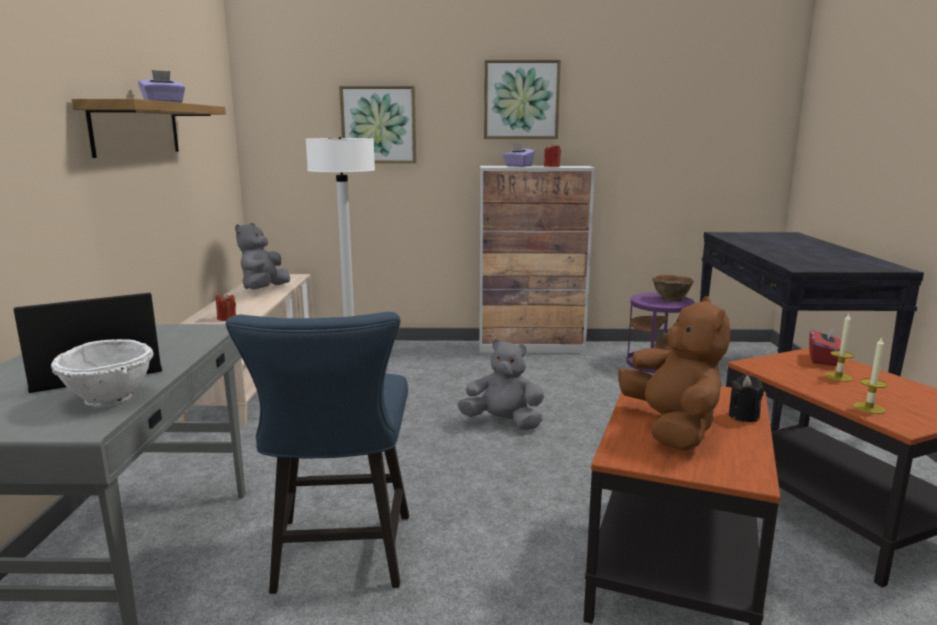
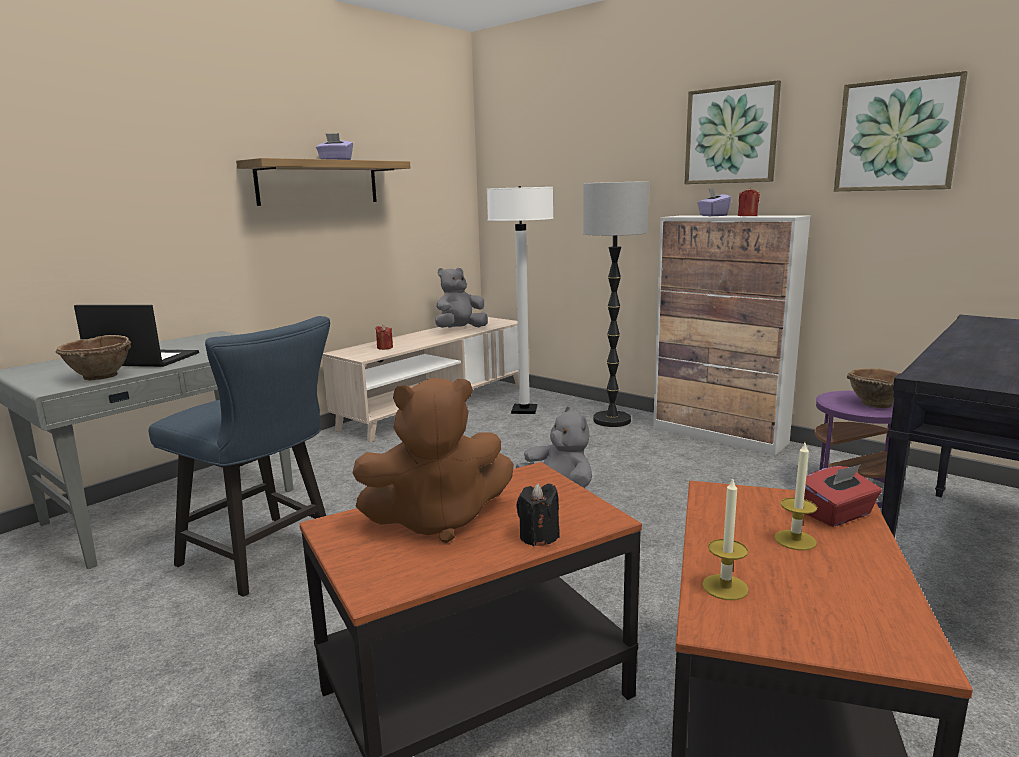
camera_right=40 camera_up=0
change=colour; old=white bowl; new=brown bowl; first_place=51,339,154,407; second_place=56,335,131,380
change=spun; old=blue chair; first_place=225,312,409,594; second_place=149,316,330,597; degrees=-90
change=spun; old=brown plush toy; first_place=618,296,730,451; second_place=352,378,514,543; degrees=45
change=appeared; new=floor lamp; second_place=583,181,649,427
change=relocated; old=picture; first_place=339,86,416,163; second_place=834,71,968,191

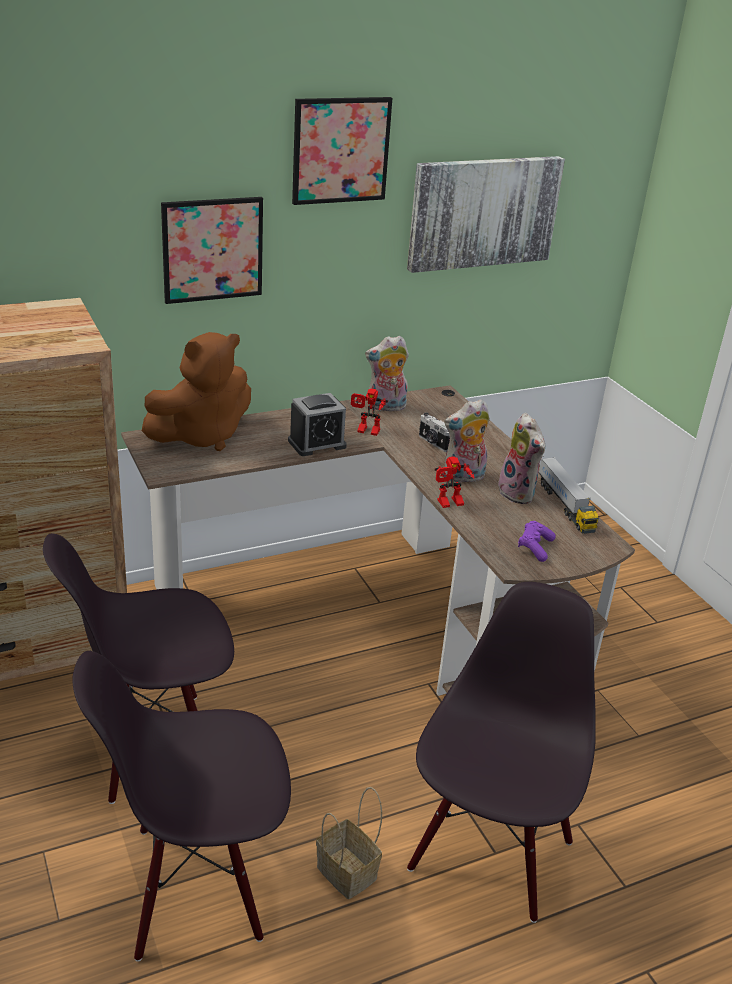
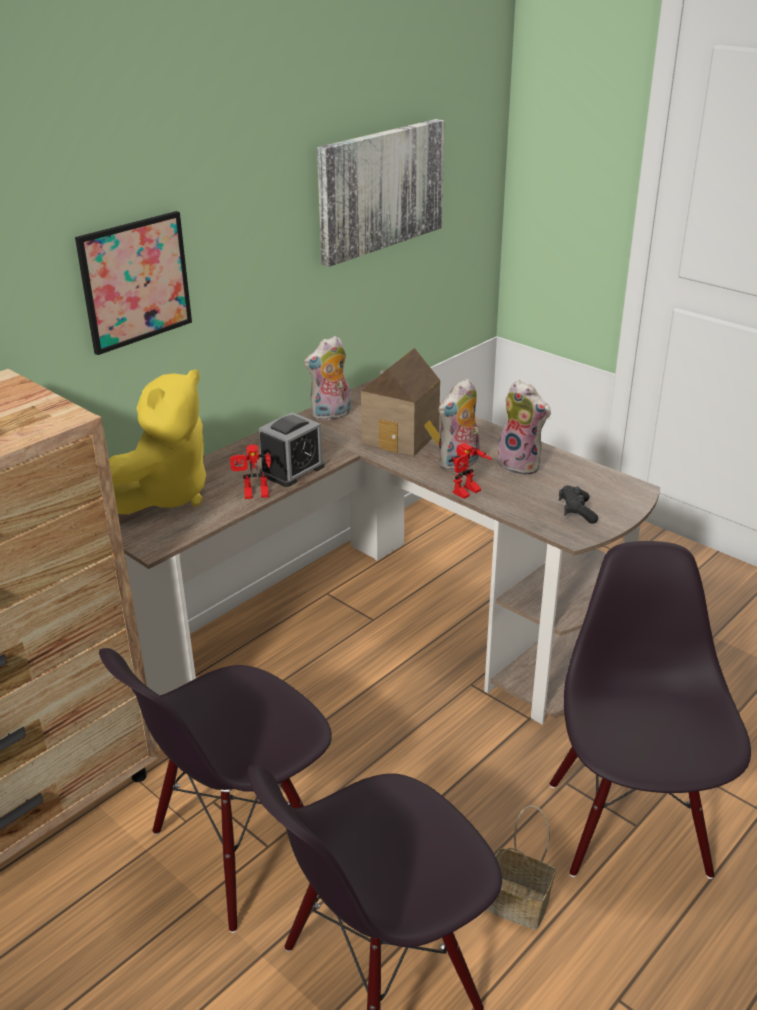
camera_right=-20 camera_up=0
change=colour; old=brown plush toy; new=yellow plush toy; first_place=142,332,251,451; second_place=109,369,206,514
change=relocated; old=toy robot; first_place=351,389,388,436; second_place=230,445,273,499
change=exchanged; old=photo camera; new=toy house; first_place=419,413,450,452; second_place=361,348,440,456
change=colour; old=purple game controller; new=black game controller; first_place=518,521,556,562; second_place=559,485,598,524
change=missing; old=picture; first_place=292,97,392,205
change=missing; old=toy truck; first_place=538,457,599,534

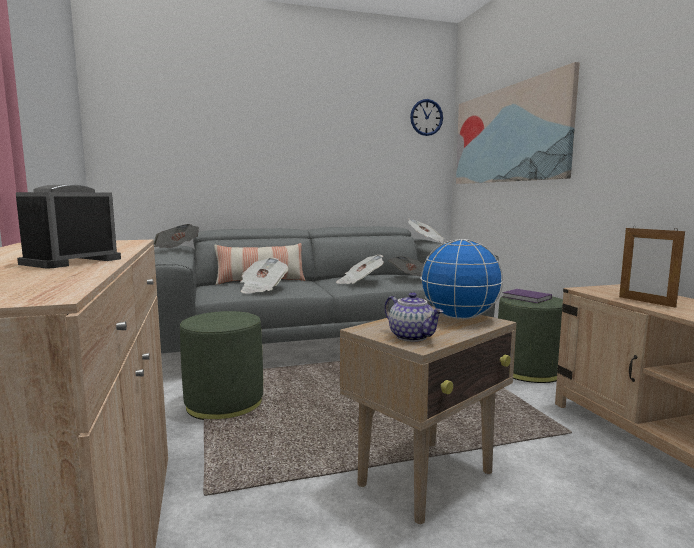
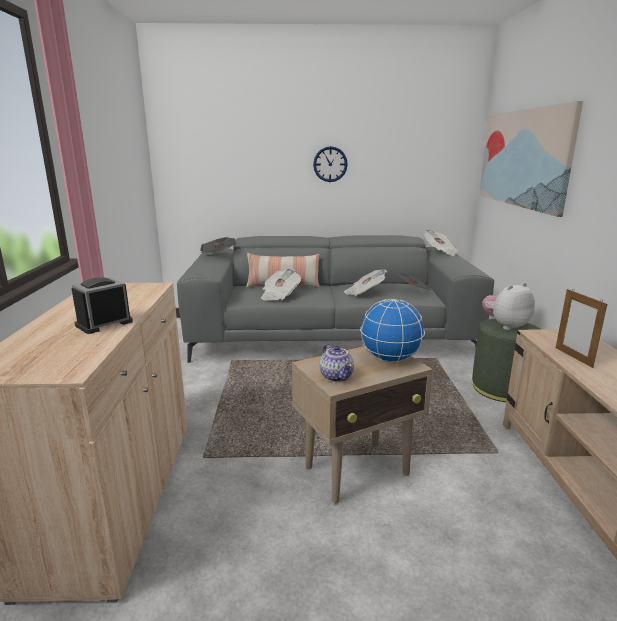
camera_right=15 camera_up=10
change=relocated; old=wall clock; first_place=410,99,443,136; second_place=313,146,348,182
change=exchanged; old=purple book; new=plush toy; first_place=502,289,552,303; second_place=482,283,535,330
change=missing; old=green ottoman; first_place=180,311,263,420

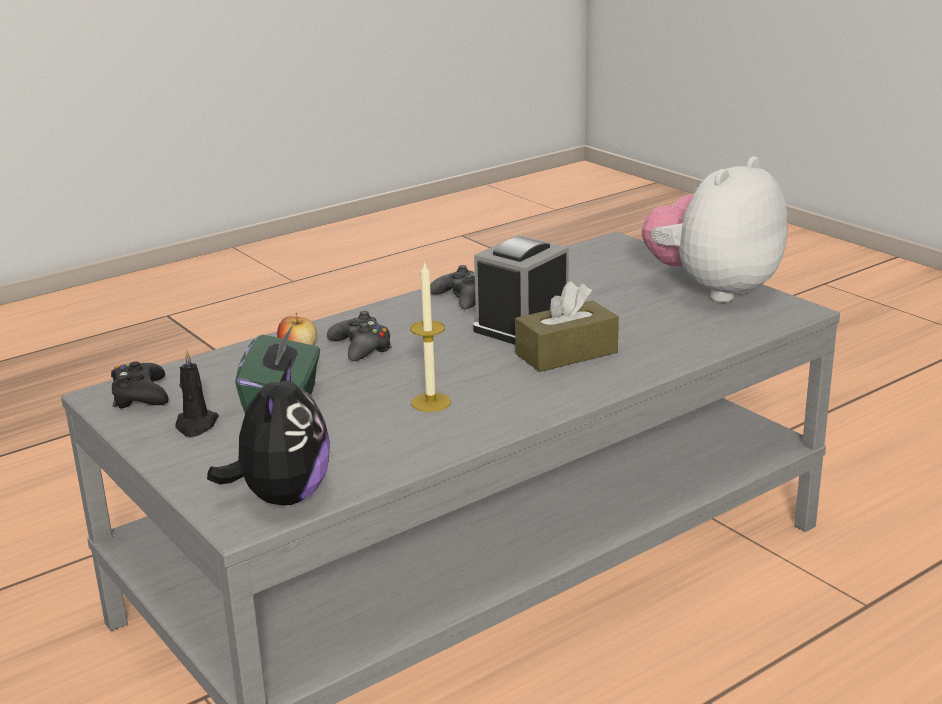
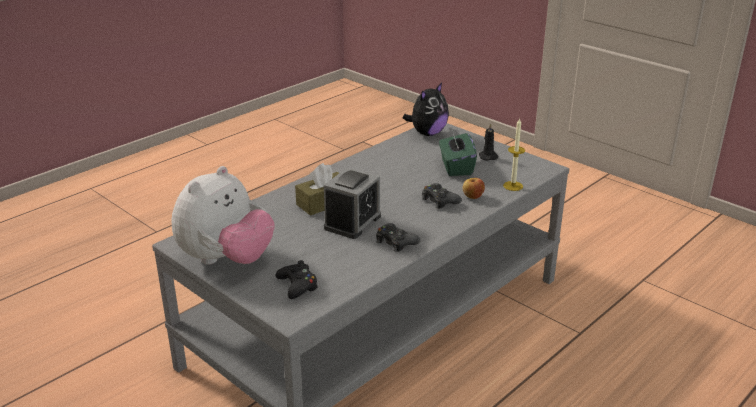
camera_right=170 camera_up=5
change=relocated; old=black game controller; first_place=111,361,169,408; second_place=276,260,318,299
change=spun; old=plush toy; first_place=207,359,330,505; second_place=403,83,449,136; degrees=-135
change=relocated; old=candle; first_place=410,261,451,412; second_place=503,118,525,191

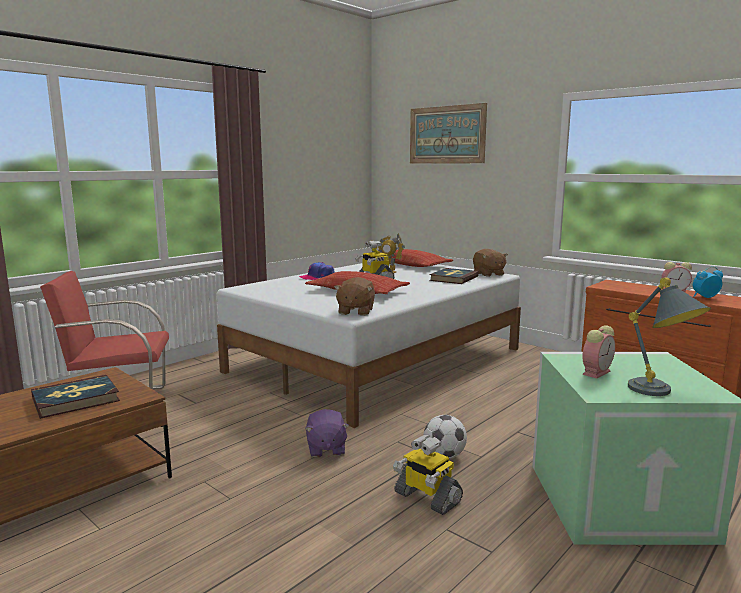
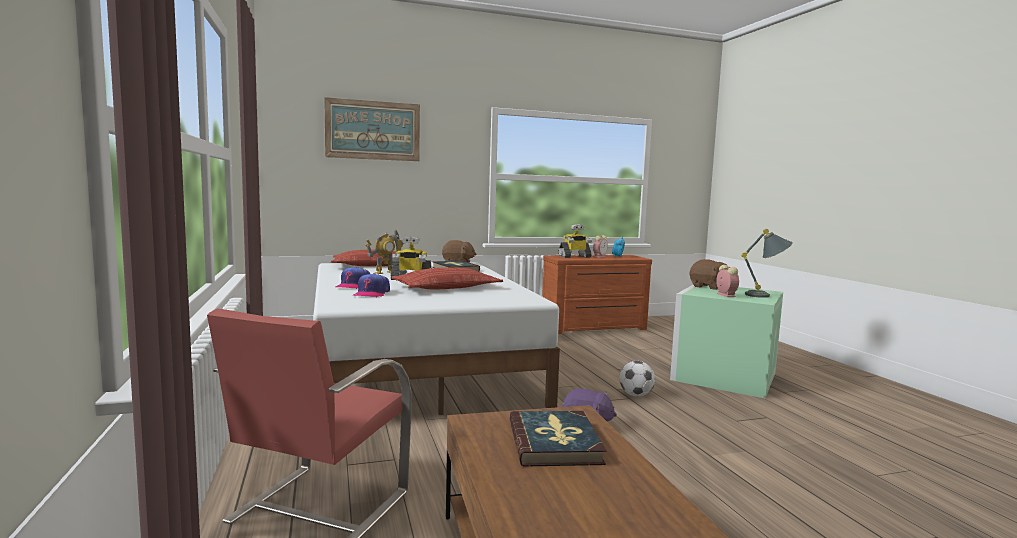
camera_right=-60 camera_up=-5
change=appeared; new=cap; second_place=353,273,390,297
change=relocated; old=toy robot; first_place=393,435,463,515; second_place=558,224,592,258
change=relocated; old=brown plush toy; first_place=334,277,375,316; second_place=689,259,727,290

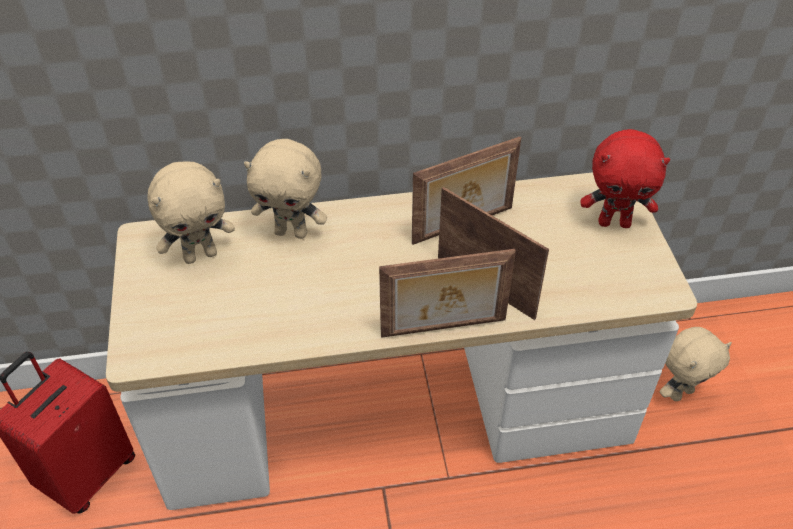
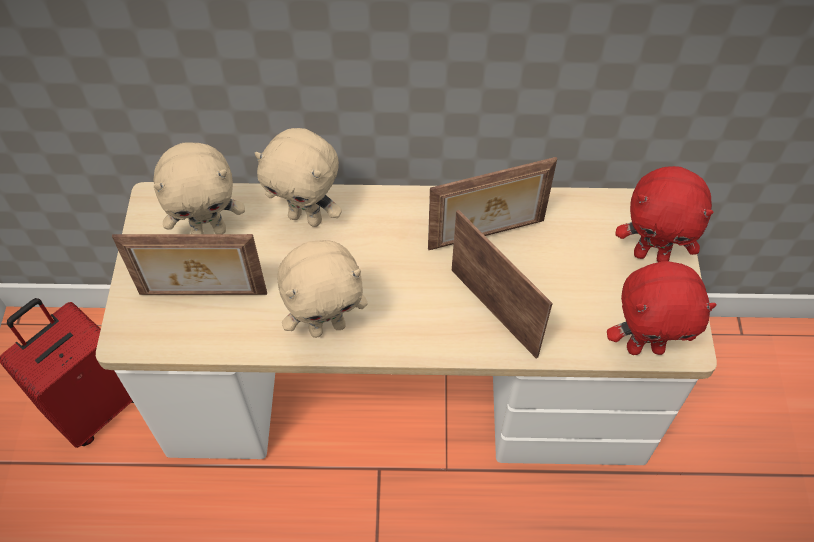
camera_right=10 camera_up=10
change=relocated; old=picture frame; first_place=379,249,516,338; second_place=112,234,267,295
change=relocated; old=beige plush toy; first_place=660,327,732,401; second_place=277,240,368,338
change=appeared; new=red plush toy; second_place=607,261,717,355

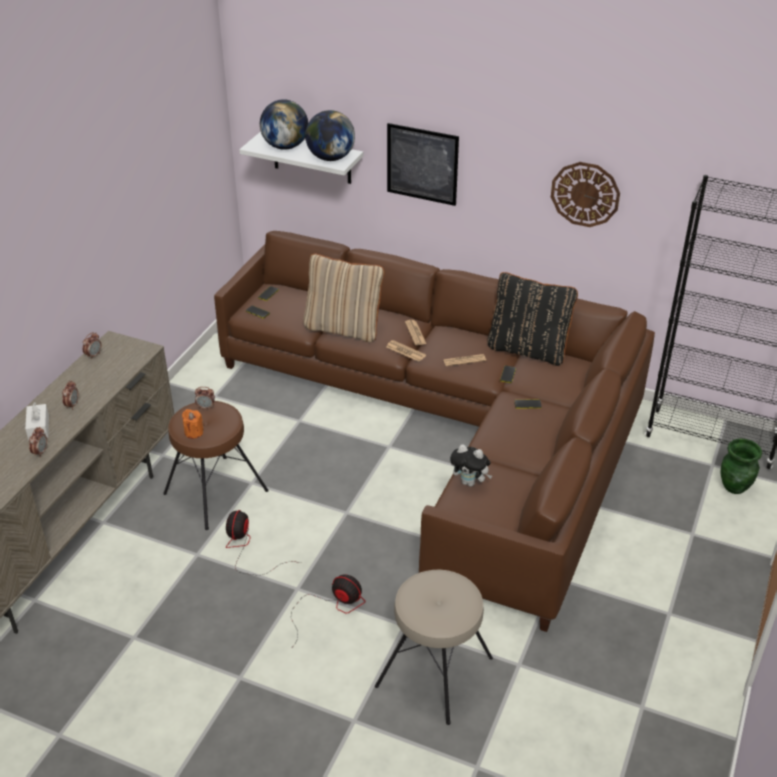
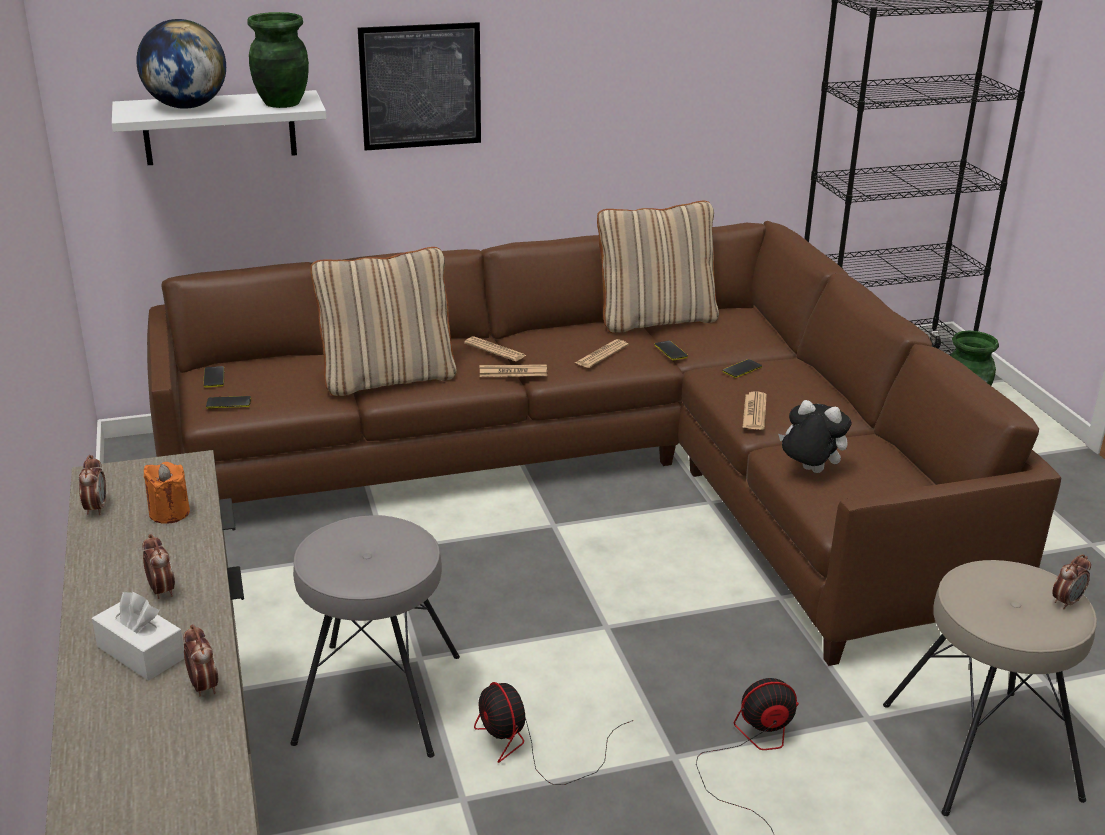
camera_right=-40 camera_up=-10
change=relocated; old=orange candle; first_place=182,409,203,439; second_place=144,462,190,524
change=exchanged; old=globe; new=green vase; first_place=305,110,355,161; second_place=248,12,309,108
change=colour; old=brown stool; new=grey stool; first_place=163,401,269,530; second_place=290,515,460,758
change=colour; old=black pillow; new=beige pillow; first_place=488,272,578,366; second_place=597,201,719,333
change=appeared; new=newspaper; second_place=743,392,767,430
change=spun; old=plush toy; first_place=450,444,492,487; second_place=778,400,851,473; degrees=-135
change=relocated; old=alarm clock; first_place=195,387,215,409; second_place=1052,554,1091,610
change=missing; old=wall clock; first_place=551,162,620,227

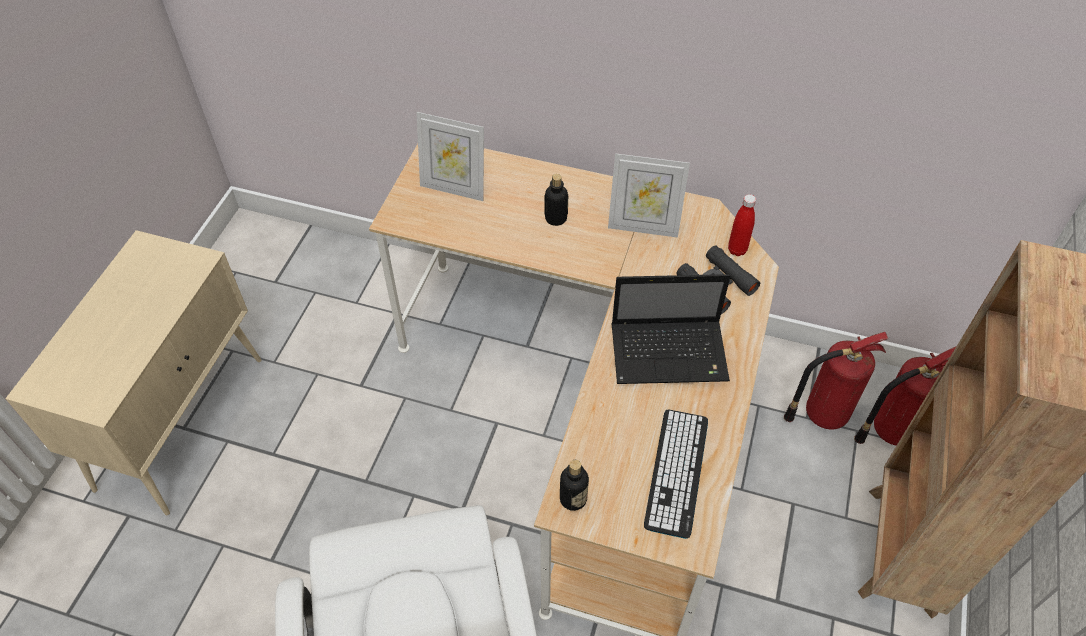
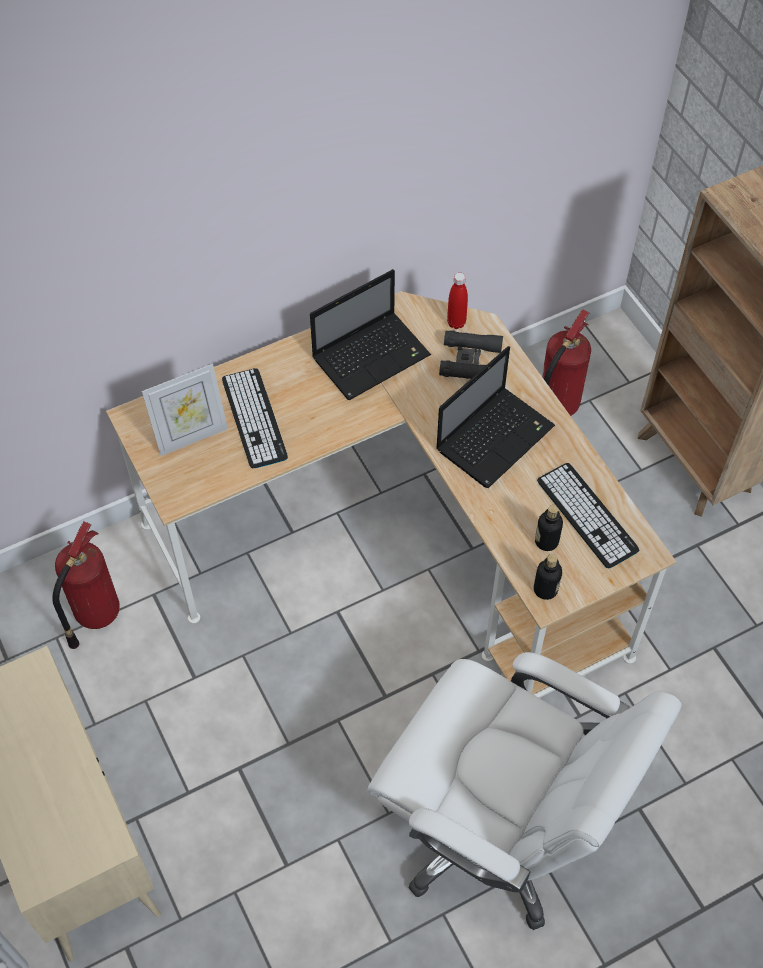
camera_right=-45 camera_up=5
change=relocated; old=fire extinguisher; first_place=854,346,956,446; second_place=52,521,120,649
change=appeared; new=keyboard; second_place=222,368,288,468
change=exchanged; old=picture frame; new=laptop; first_place=608,153,690,238; second_place=310,269,431,400
change=relocated; old=bottle; first_place=544,174,568,226; second_place=535,505,563,551

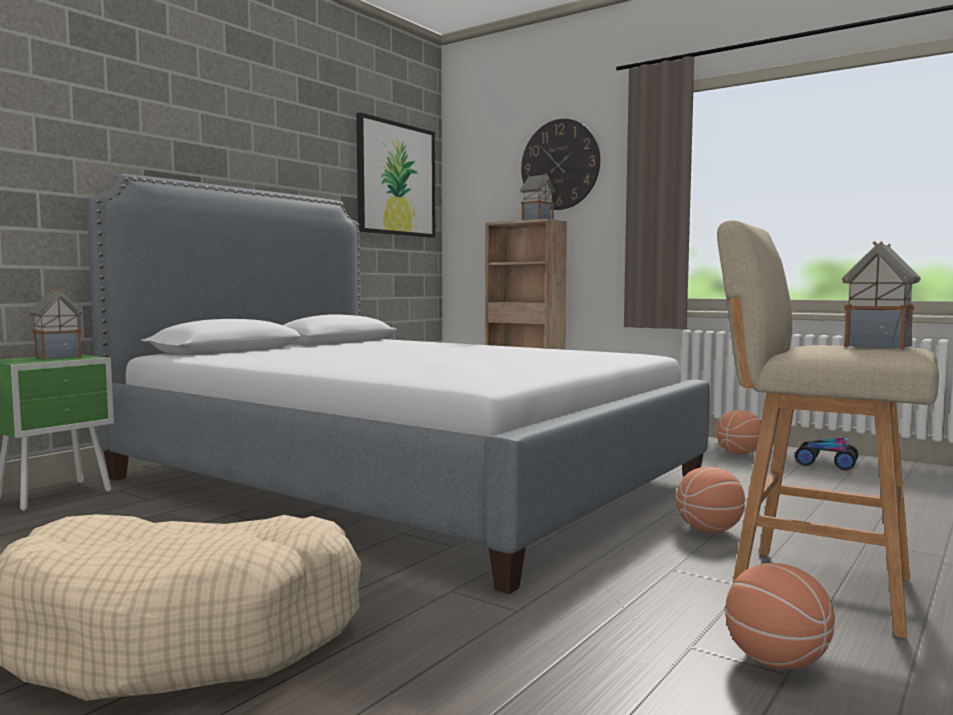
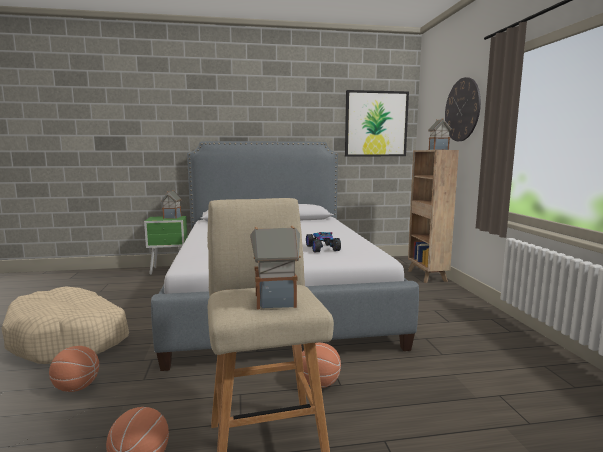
camera_right=45 camera_up=5
change=relocated; old=basketball; first_place=716,410,761,454; second_place=49,346,99,392
change=relocated; old=toy car; first_place=795,437,859,470; second_place=306,232,341,252

